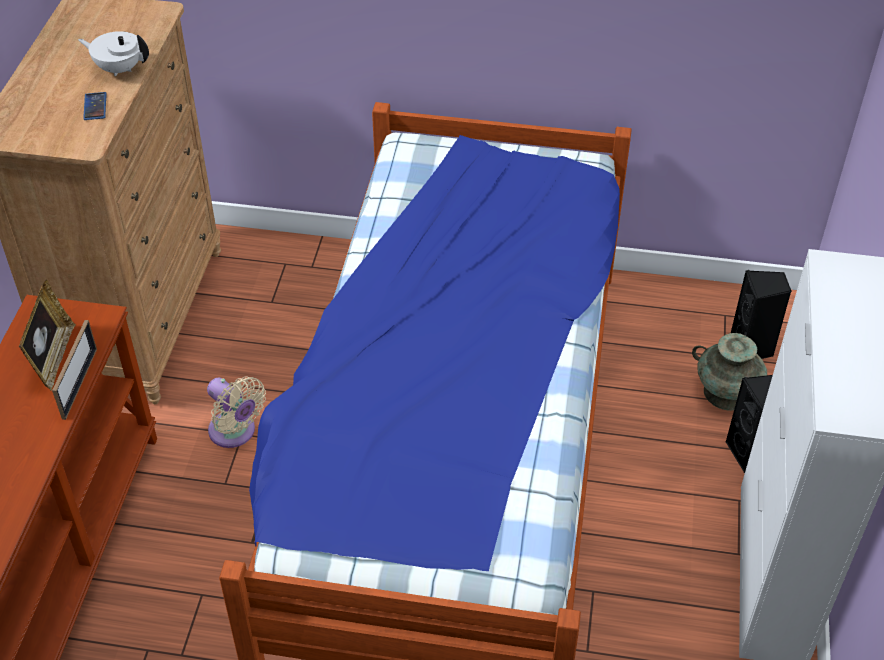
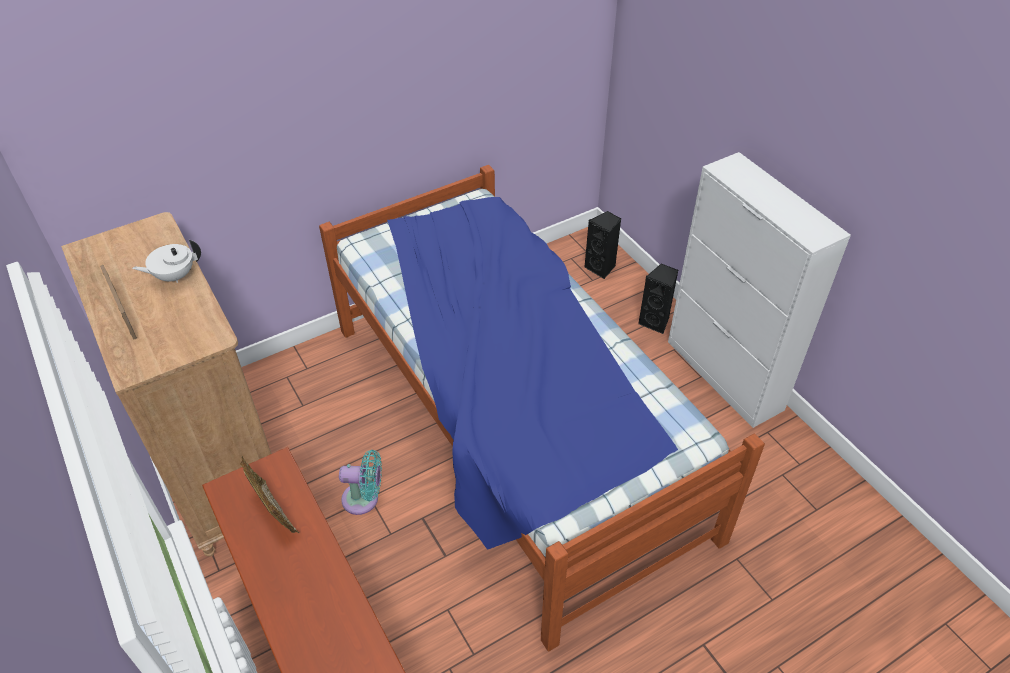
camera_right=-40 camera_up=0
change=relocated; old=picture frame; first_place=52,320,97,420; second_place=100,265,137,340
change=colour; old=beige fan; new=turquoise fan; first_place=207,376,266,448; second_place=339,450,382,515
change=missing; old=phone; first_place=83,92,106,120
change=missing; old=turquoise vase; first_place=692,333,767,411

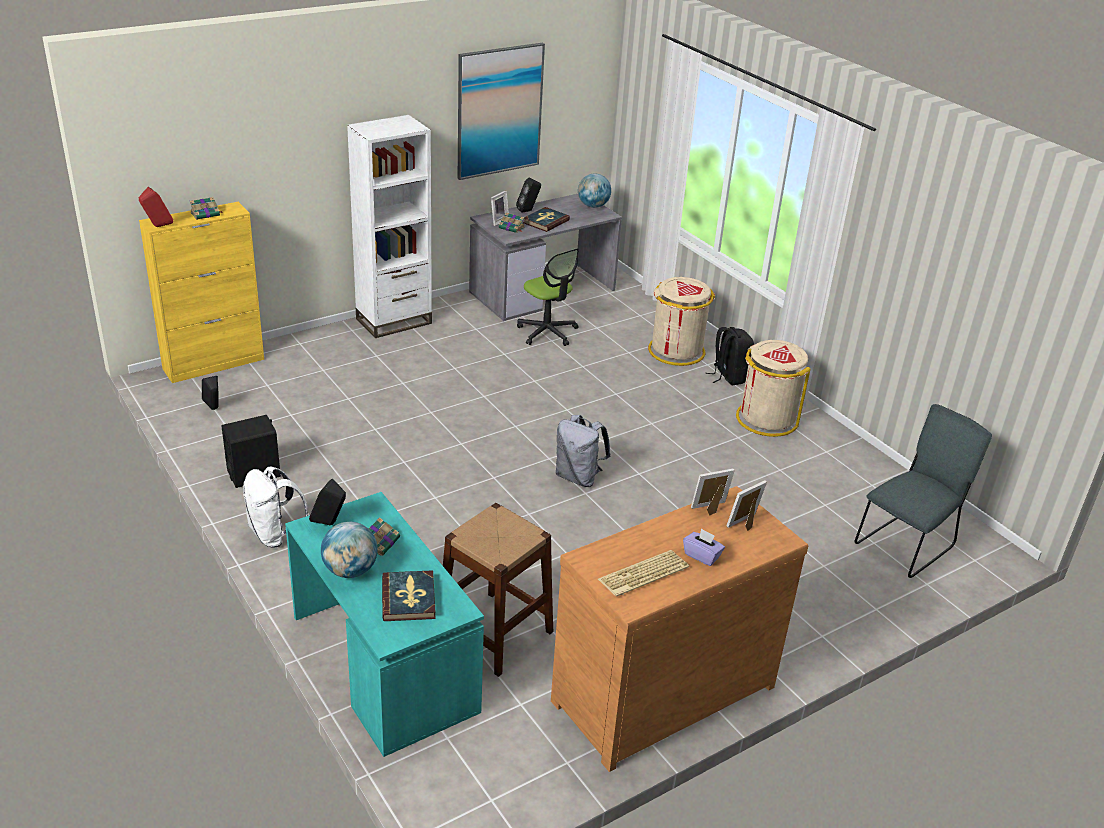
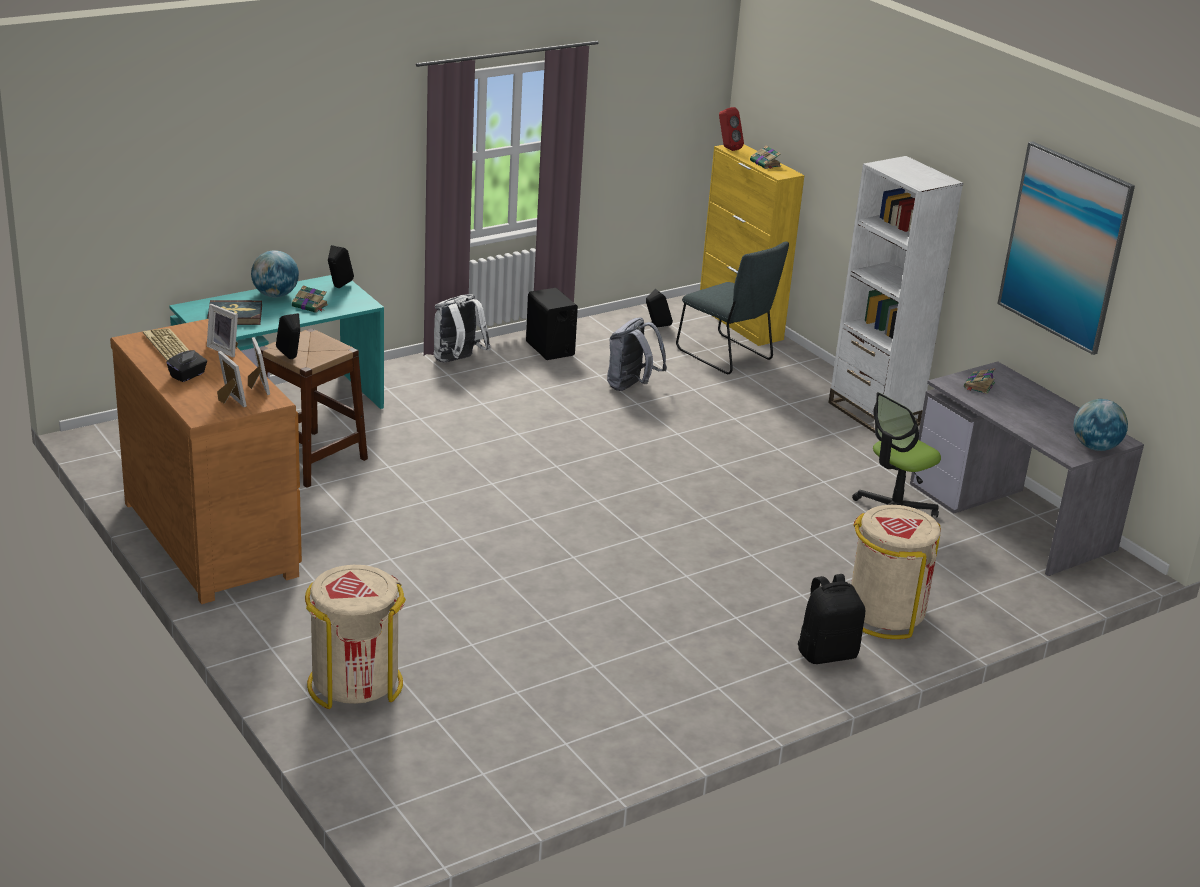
camera_right=90 camera_up=-5
change=colour; old=purple tissue box; new=black tissue box; first_place=683,528,725,566; second_place=166,350,207,382
change=relocated; old=picture frame; first_place=491,191,509,226; second_place=207,304,238,357
change=relocated; old=black speaker; first_place=516,177,541,213; second_place=276,313,300,359
change=relocated; old=beige trash can; first_place=736,340,810,437; second_place=305,565,406,709
change=relocated; old=grey backpack; first_place=556,415,610,487; second_place=607,317,667,391
change=relocated; old=grey chair; first_place=855,404,992,578; second_place=676,242,789,374
change=missing; old=book; first_place=523,207,570,232

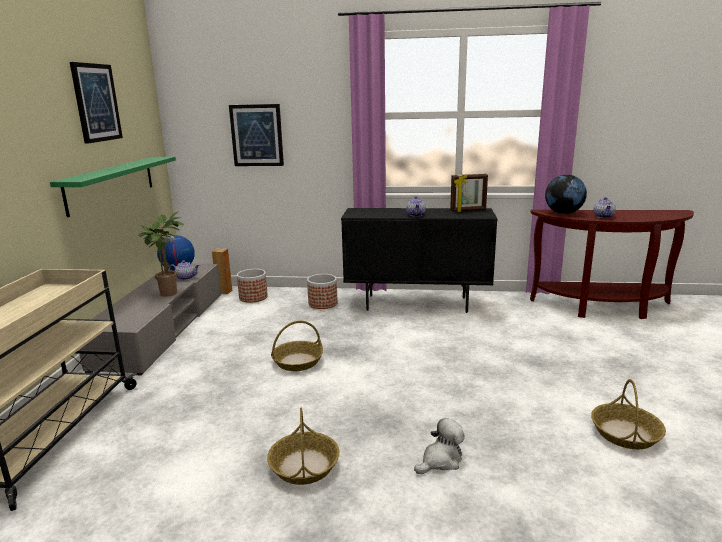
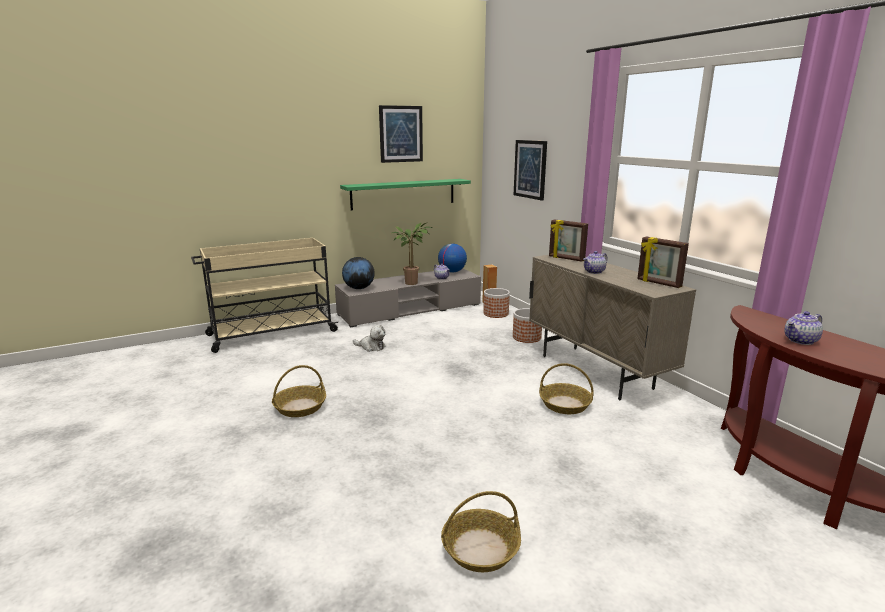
camera_right=55 camera_up=0
change=relocated; old=globe; first_place=545,175,587,214; second_place=342,257,375,289
change=relocated; old=plush toy; first_place=414,418,465,474; second_place=353,325,385,352
change=colour; old=black cabinet; new=beige cabinet; first_place=341,208,497,313; second_place=529,255,696,400
change=relocated; old=basket; first_place=271,321,323,371; second_place=539,363,594,414
change=appeared; new=picture frame; second_place=549,219,588,262

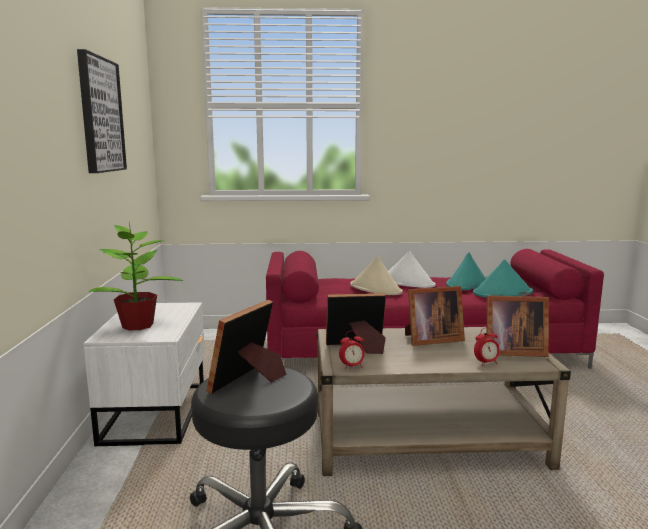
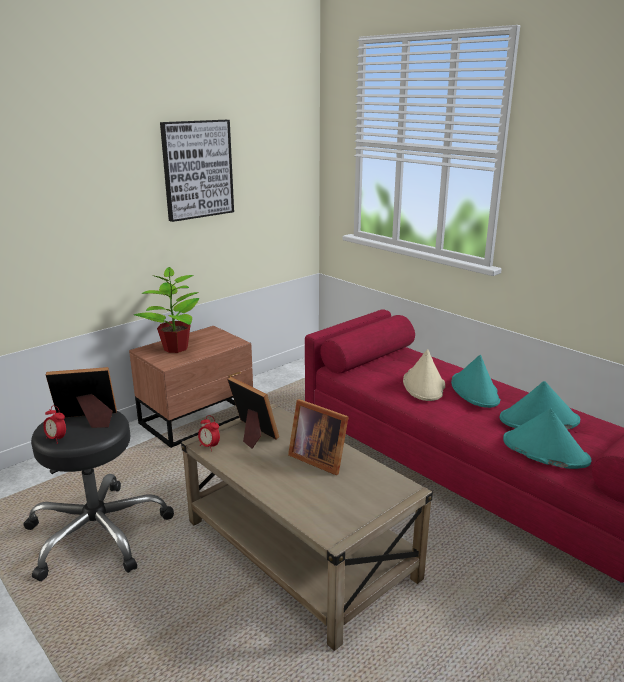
camera_right=50 camera_up=10
change=relocated; old=alarm clock; first_place=474,327,500,366; second_place=43,405,66,444
change=colour; old=white nightstand; new=brown nightstand; first_place=83,302,205,446; second_place=129,326,253,448
change=colour; old=white hat; new=turquoise hat; first_place=388,251,436,288; second_place=451,355,500,408
change=missing; old=picture frame; first_place=484,295,549,357

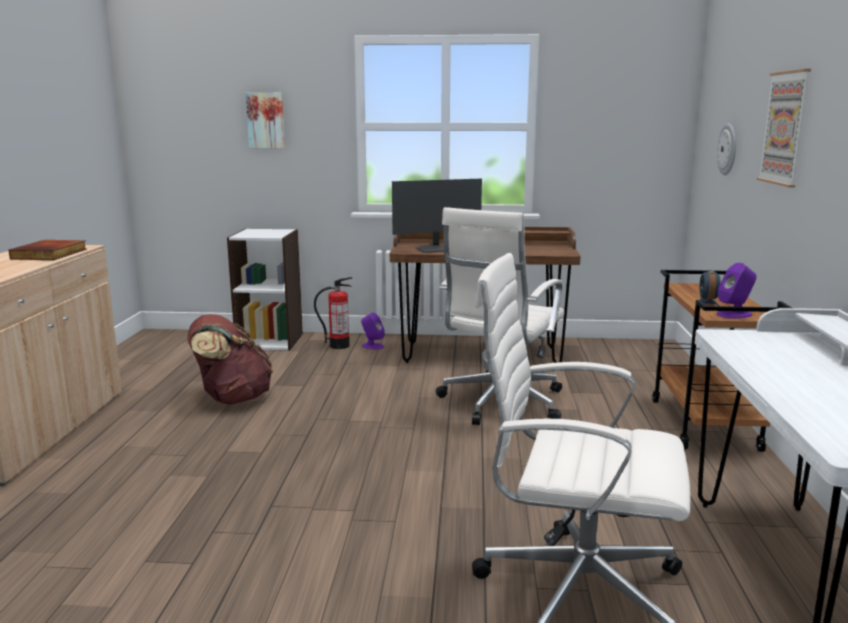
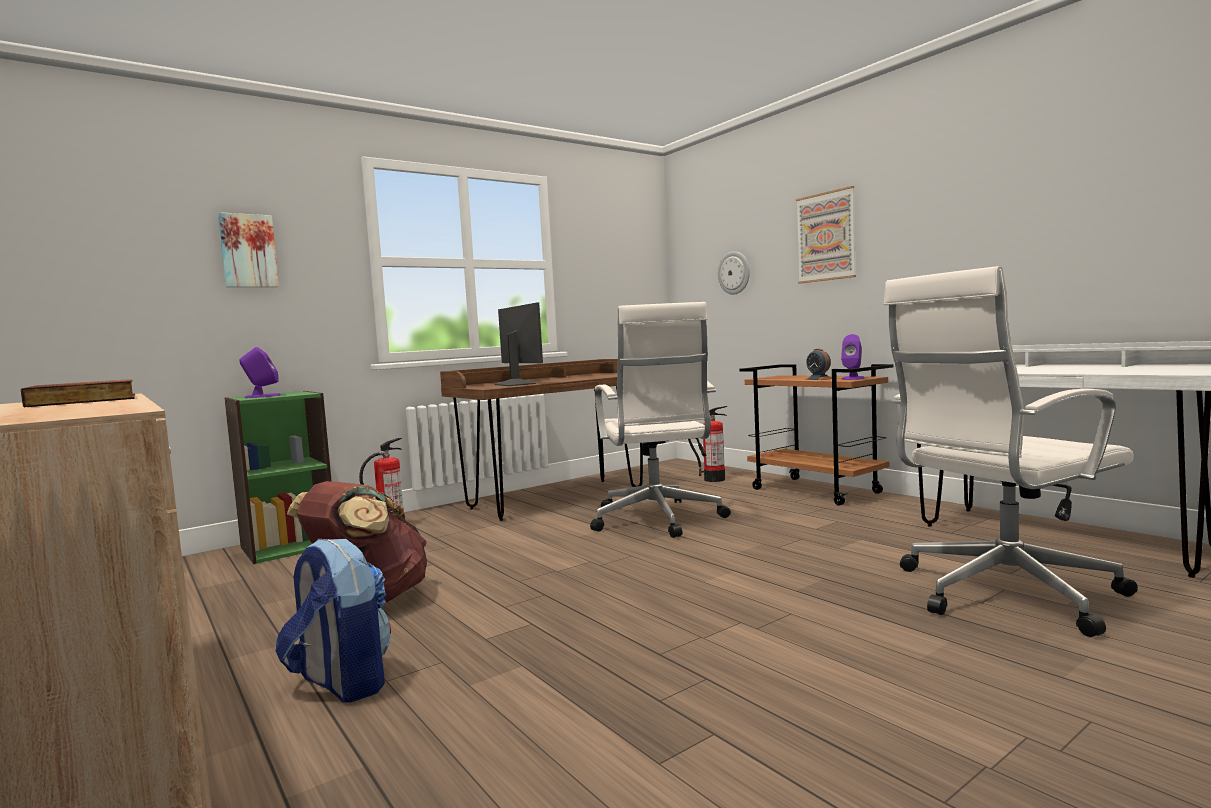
camera_right=-40 camera_up=-10
change=colour; old=white bookcase; new=green bookcase; first_place=227,229,303,350; second_place=224,391,332,564
change=relocated; old=purple speaker; first_place=361,313,385,349; second_place=239,347,281,398
change=appeared; new=backpack; second_place=276,539,391,703
change=spun; old=monitor; first_place=392,179,482,253; second_place=495,302,543,386; degrees=-60
change=appeared; new=fire extinguisher; second_place=688,406,728,482

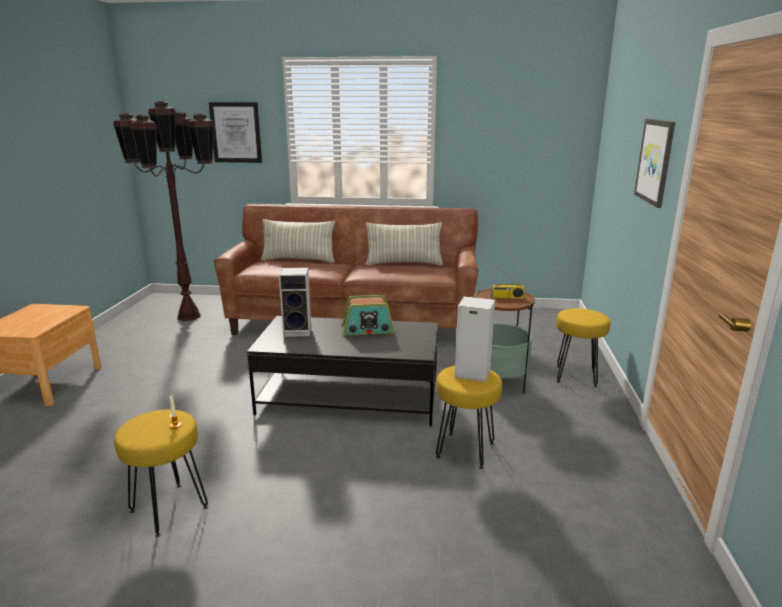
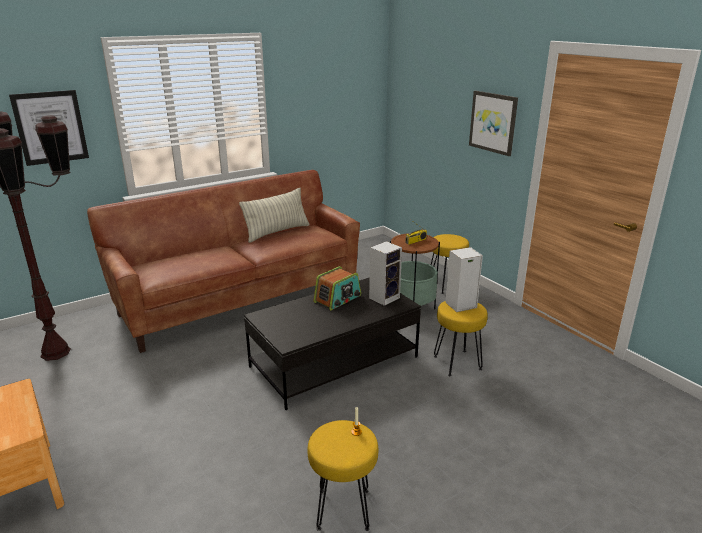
camera_right=-40 camera_up=5
change=relocated; old=speaker; first_place=279,267,311,337; second_place=369,241,402,306
change=missing; old=pillow; first_place=261,219,335,263

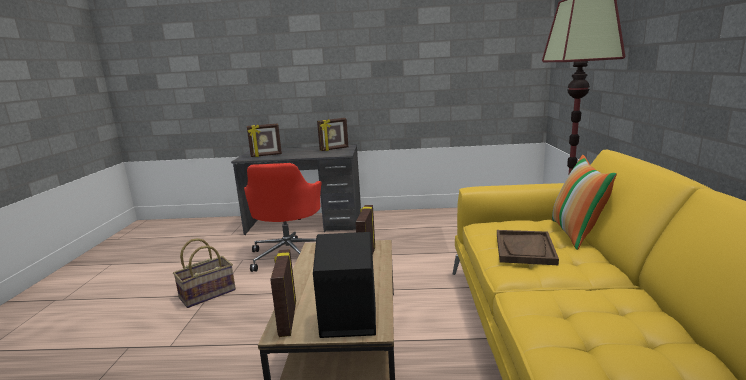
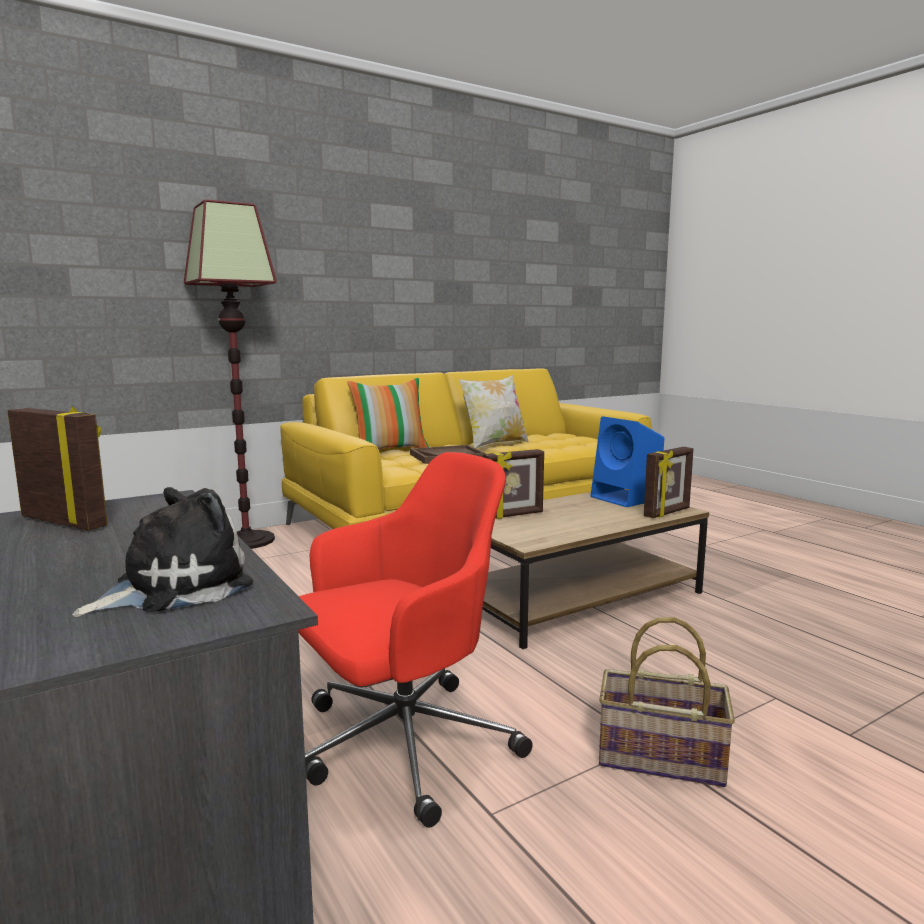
camera_right=-125 camera_up=-5
change=exchanged; old=picture frame; new=plush toy; first_place=247,123,282,157; second_place=72,487,253,617
change=appeared; new=pillow; second_place=459,375,529,449
change=colour; old=black speaker; new=blue speaker; first_place=313,232,376,338; second_place=591,416,664,507

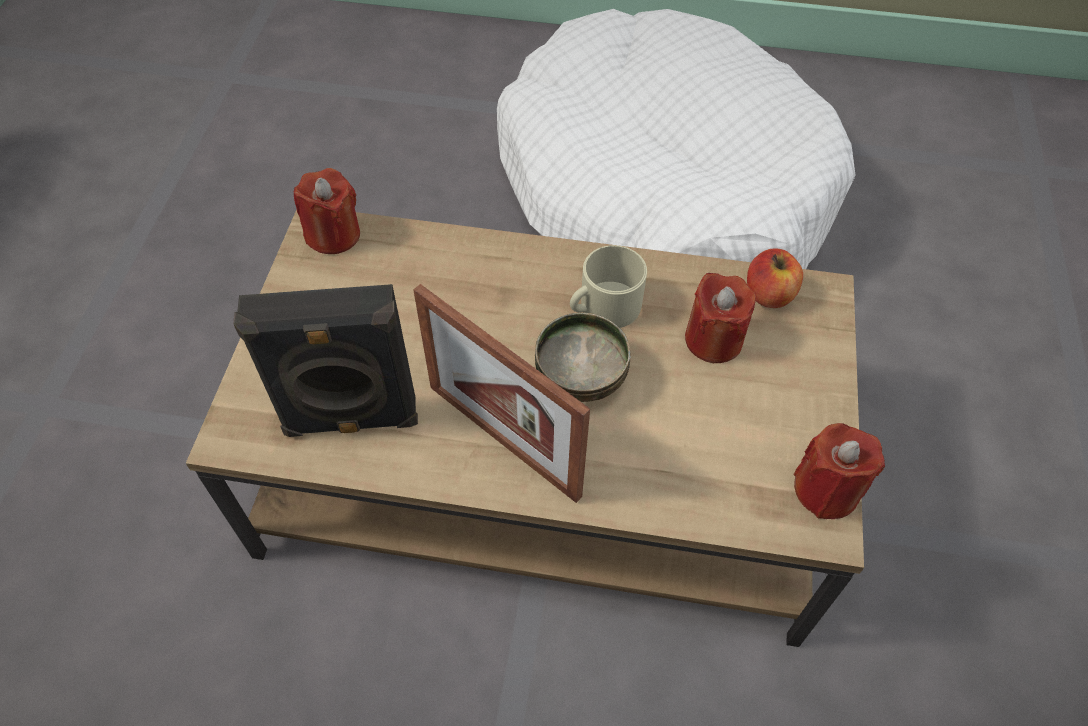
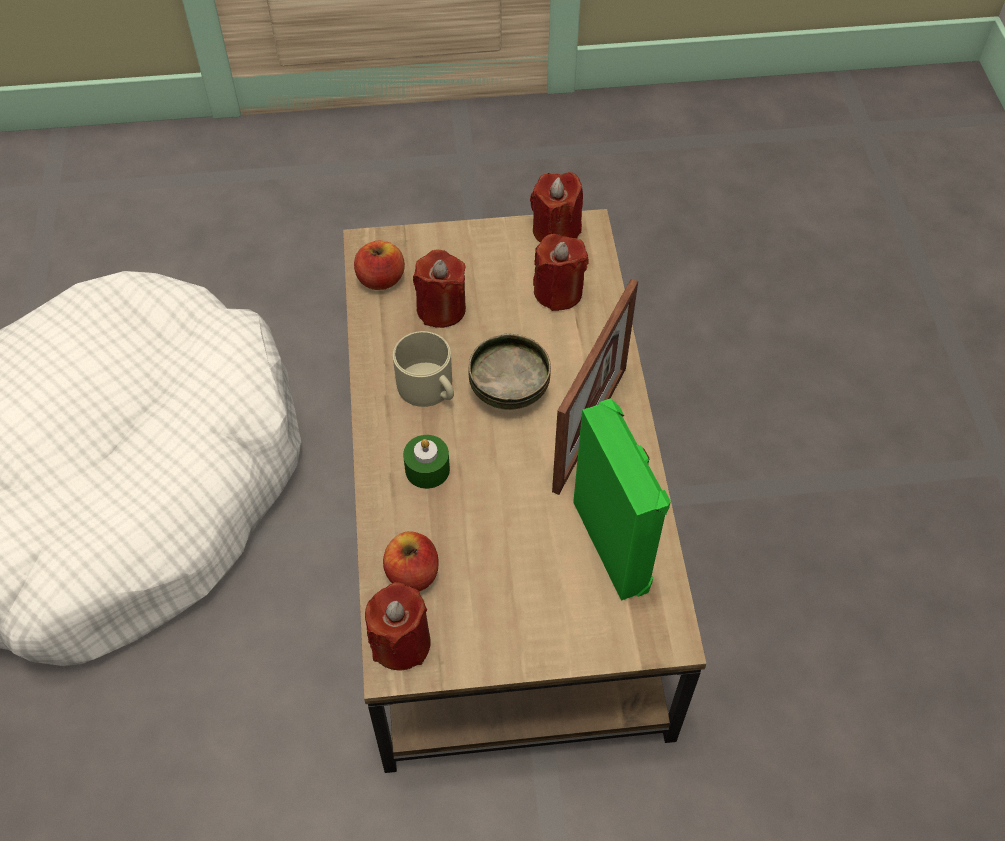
camera_right=-105 camera_up=0
change=appeared; new=apple; second_place=383,531,439,591
change=appeared; new=green candle; second_place=403,435,450,489
change=appeared; new=red candle; second_place=533,234,588,311
change=colour; old=black speaker; new=green speaker; first_place=233,284,418,437; second_place=573,398,671,601

